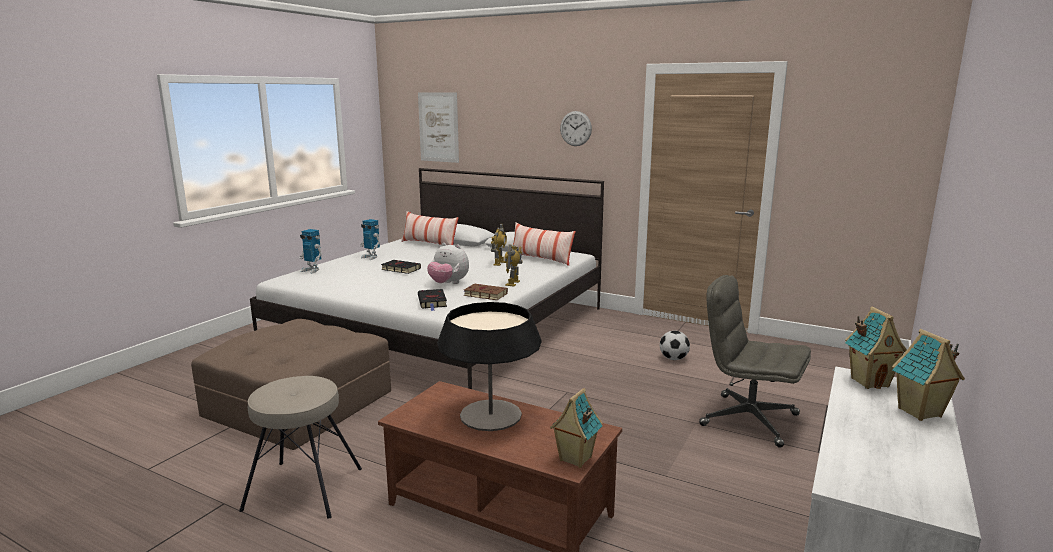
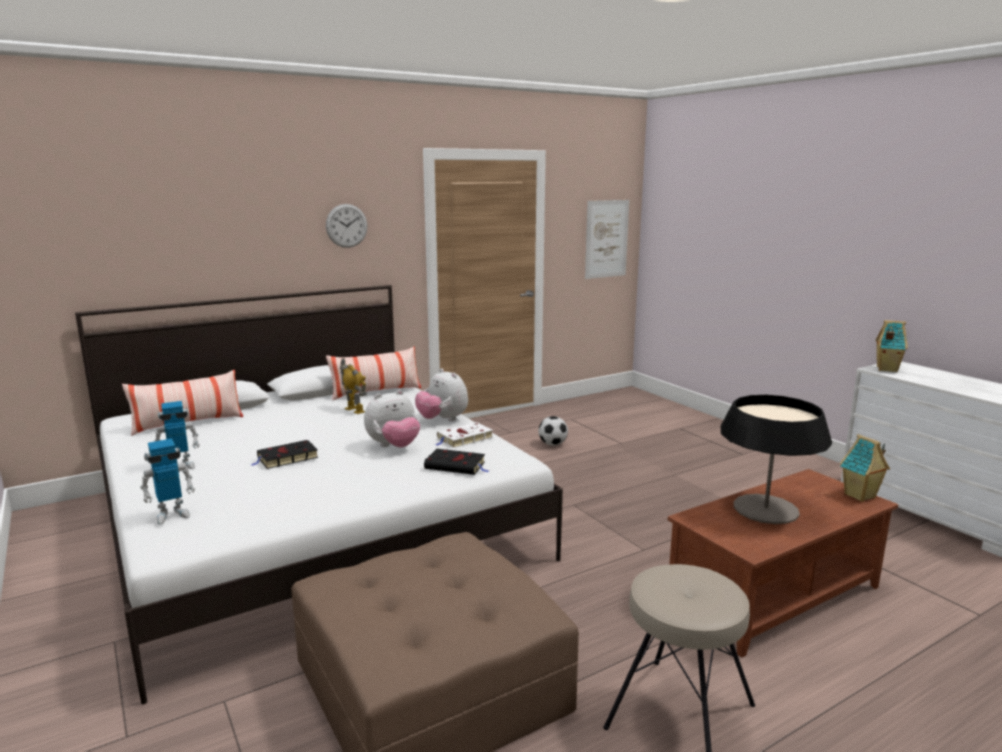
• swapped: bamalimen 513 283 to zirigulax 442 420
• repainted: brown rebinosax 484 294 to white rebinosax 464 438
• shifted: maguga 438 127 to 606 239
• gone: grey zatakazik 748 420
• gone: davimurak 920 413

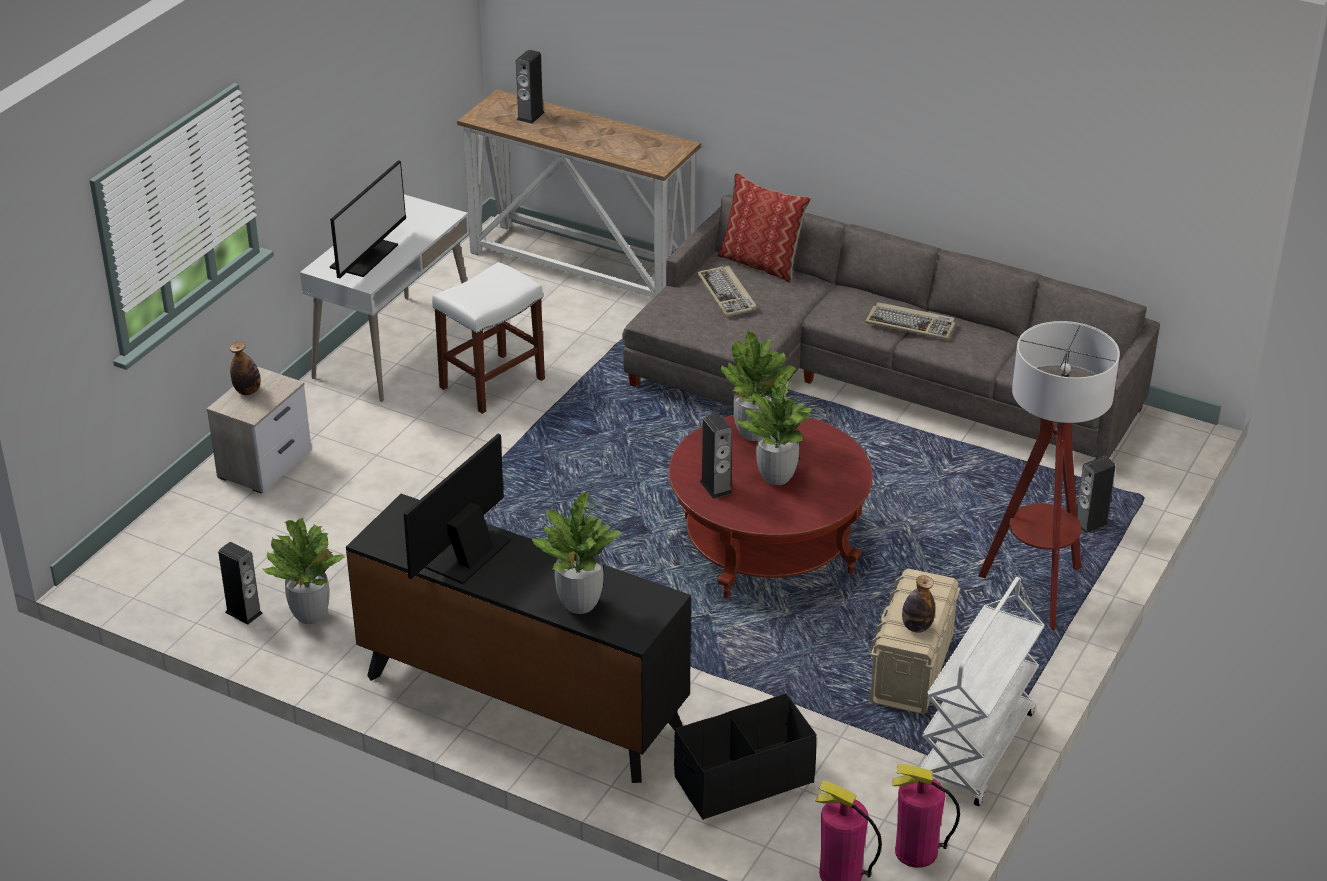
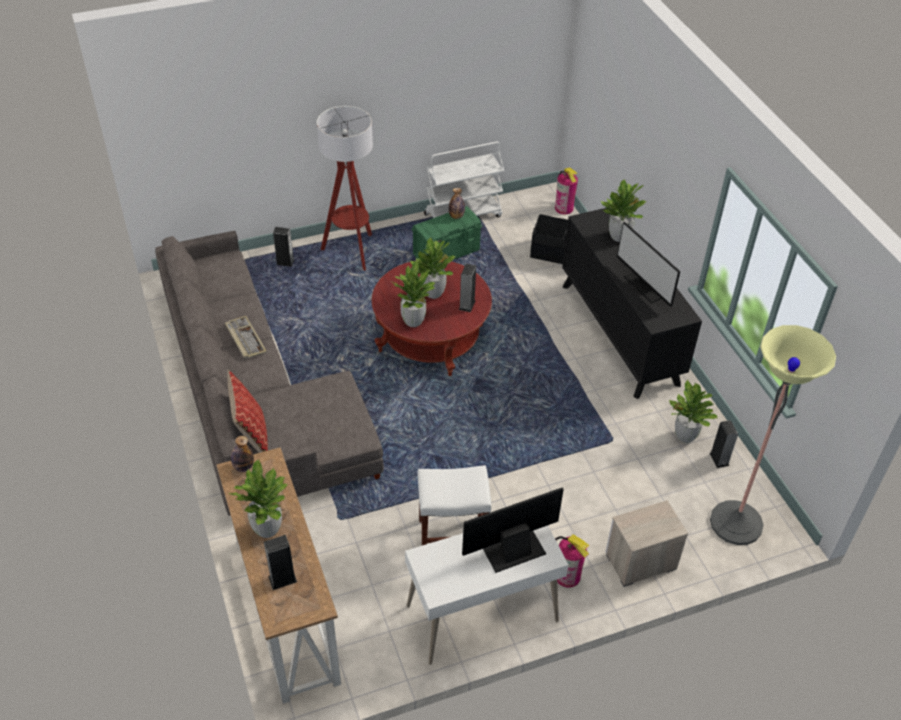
• new: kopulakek 267 529
• shifted: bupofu 247 391 to 243 467
• repainted: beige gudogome 911 670 to green gudogome 446 253
• shifted: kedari 916 852 to 567 576
• rotated: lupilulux 466 553 = 647 285 75 degrees clockwise
• new: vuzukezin 736 523
• gone: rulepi 727 294

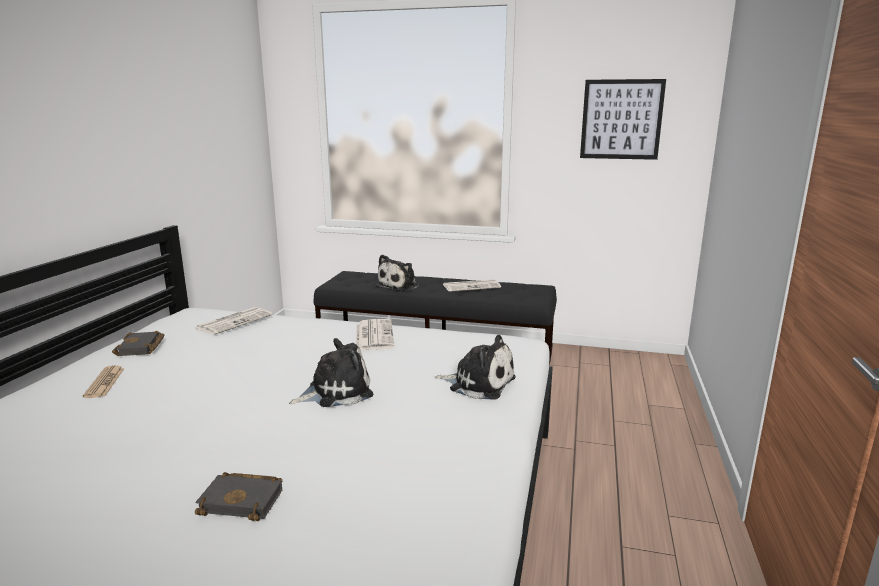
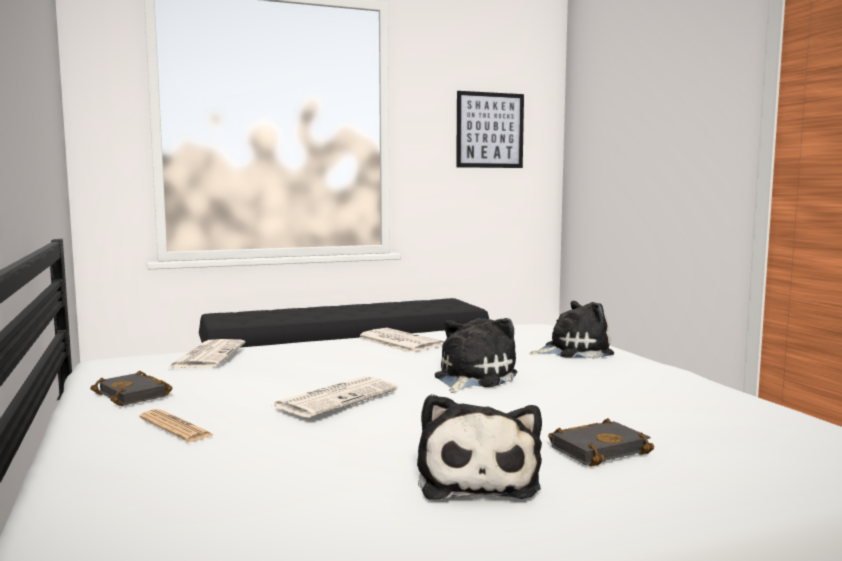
• shifted: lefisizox 472 286 to 337 398
• shifted: zirigulax 400 286 to 477 479

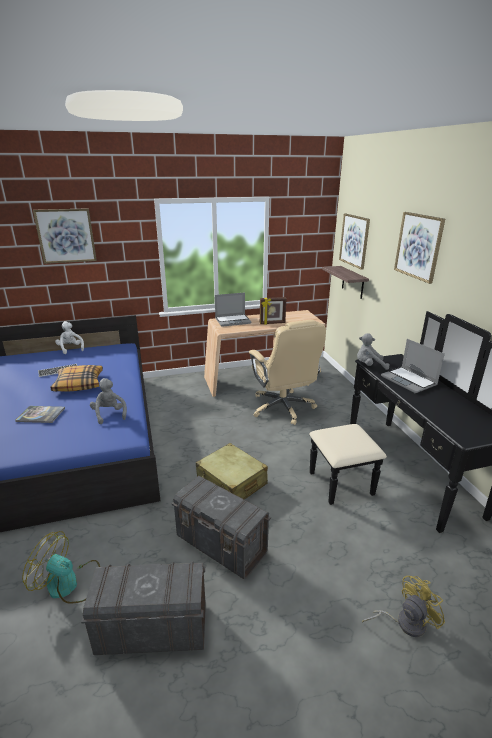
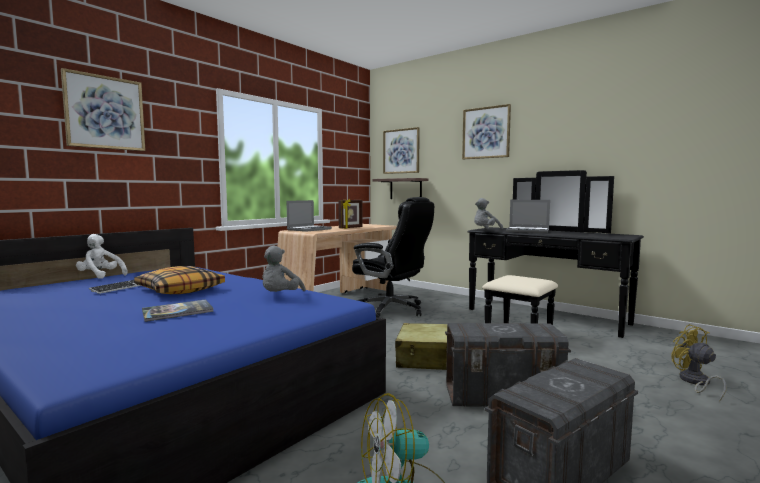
• rotated: grey zirigulax 109 414 = 280 296 105 degrees counterclockwise
• repainted: beige zatakazik 283 408 to black zatakazik 391 310
• rotated: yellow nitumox 404 622 = 695 382 45 degrees counterclockwise

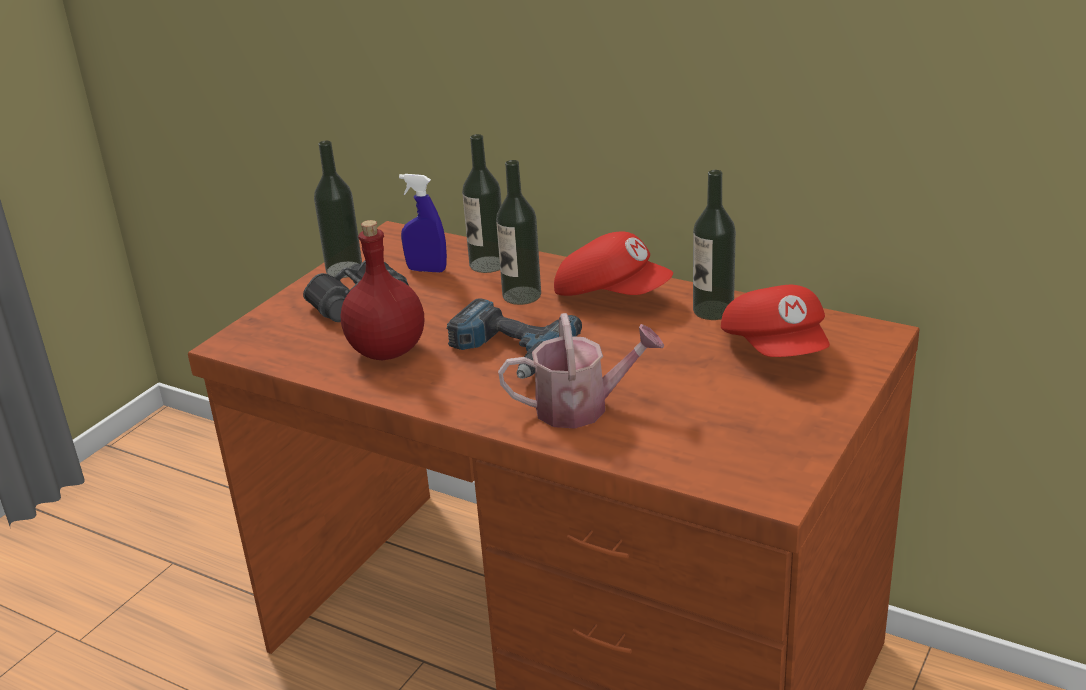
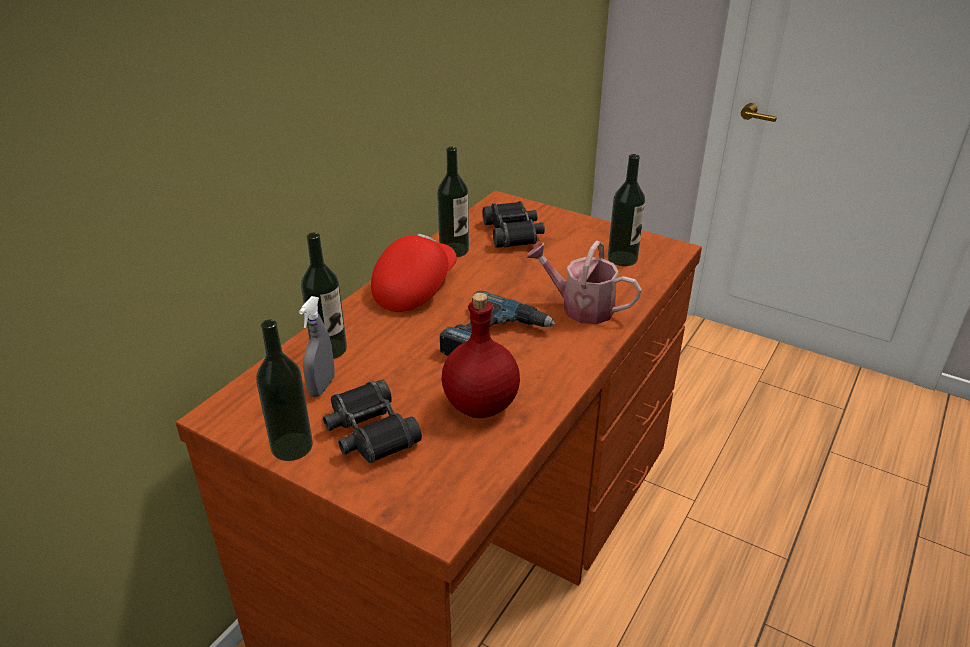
• repainted: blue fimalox 427 270 to grey fimalox 322 386
• swapped: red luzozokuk 777 349 to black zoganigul 513 233
• rotated: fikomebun 582 407 = 580 307 60 degrees counterclockwise
• shifted: bupofu 521 295 to 622 258

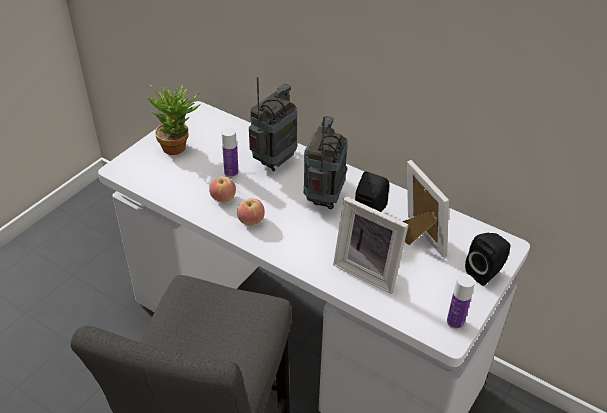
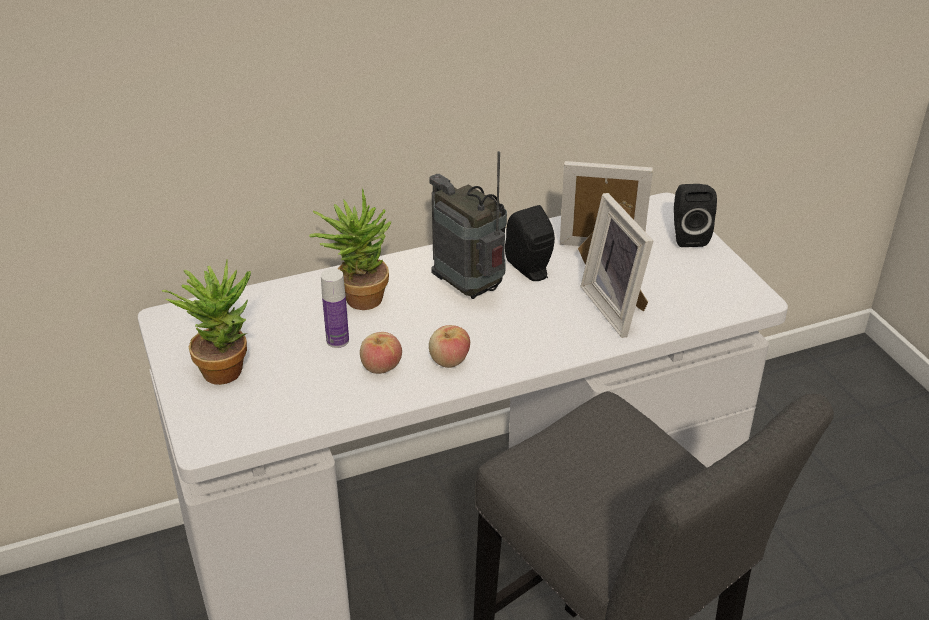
• swapped: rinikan 274 162 to kopulakek 357 297
• rotated: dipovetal 368 270 = 618 307 90 degrees clockwise
• gone: bupofu 455 322

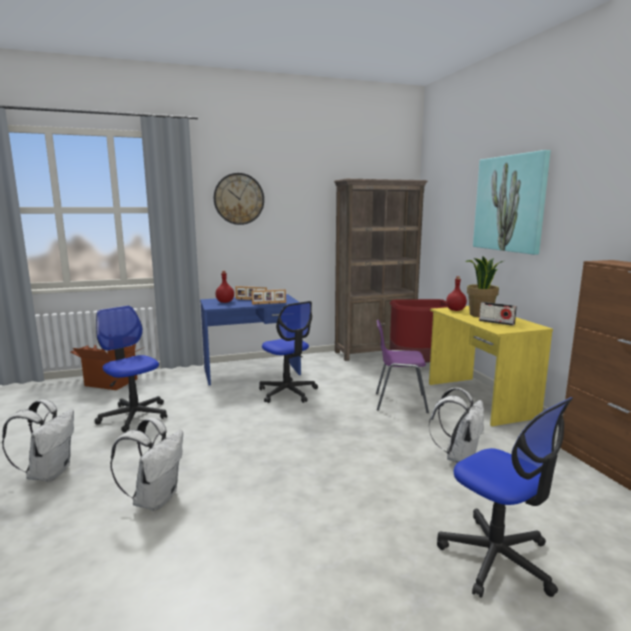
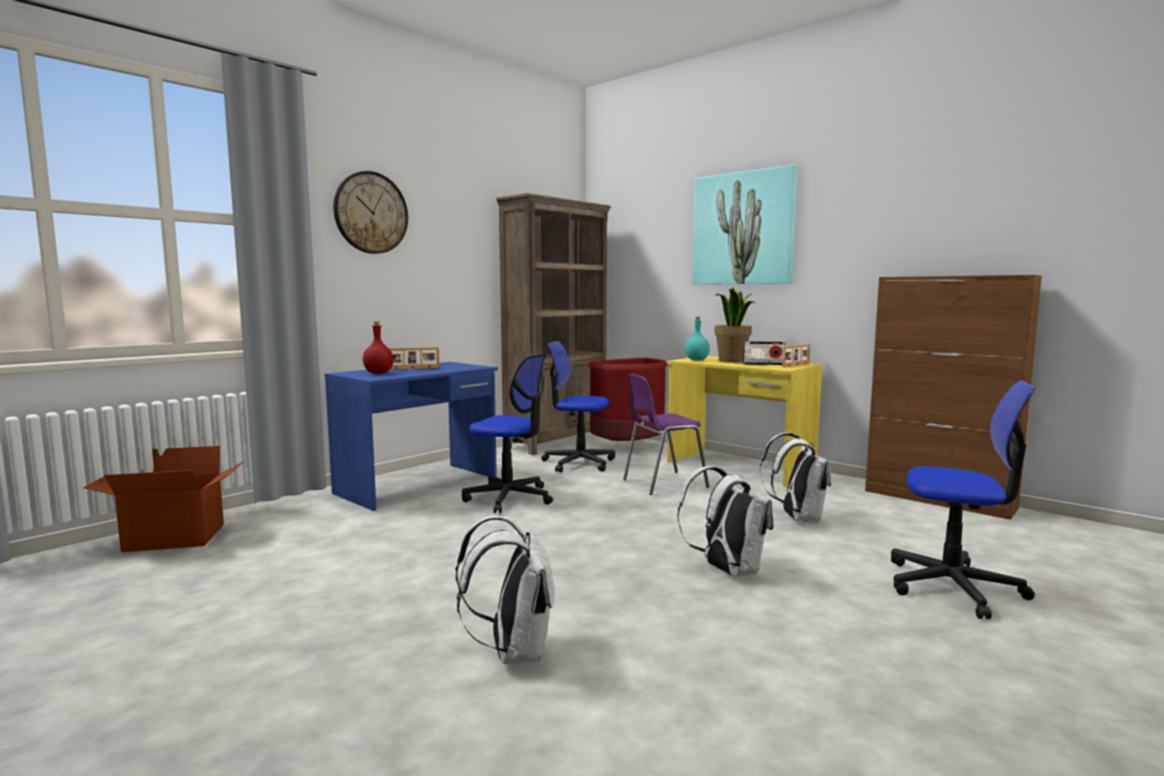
• shifted: zatakazik 134 416 to 578 463
• shifted: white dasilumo 49 473 to 726 570
• repainted: red bupofu 455 310 to turquoise bupofu 697 360
• shifted: dipovetal 269 303 to 796 365

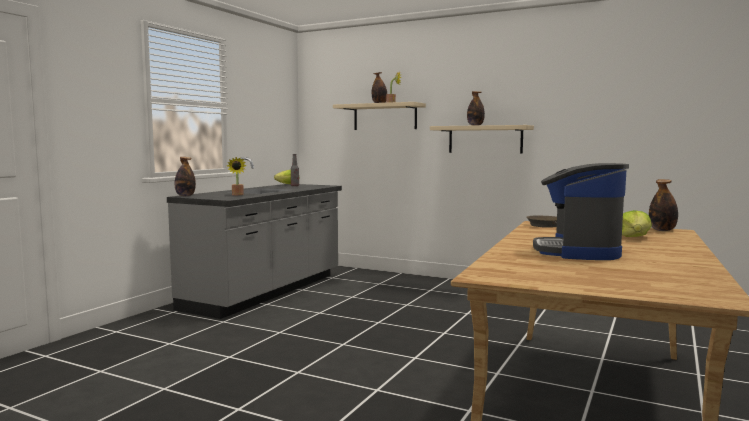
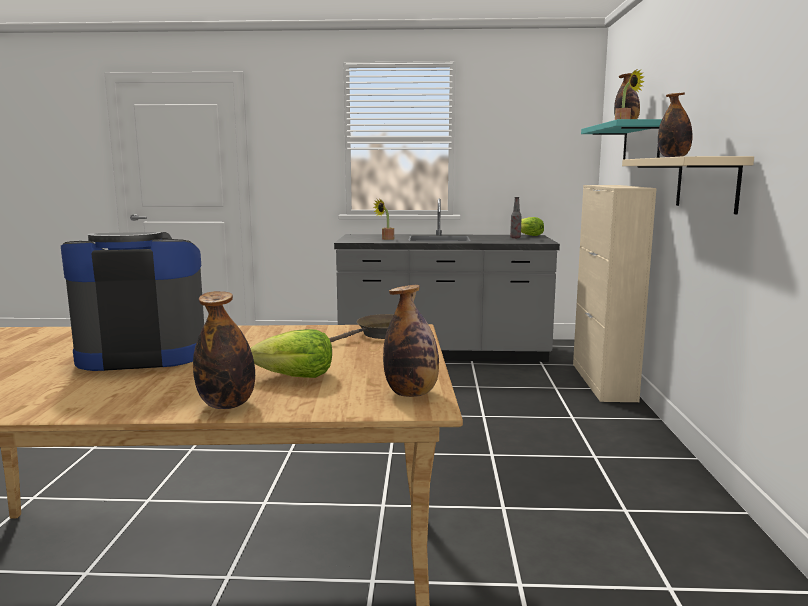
• shifted: bupofu 185 196 to 227 405
• new: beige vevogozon 603 382
• repainted: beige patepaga 385 117 to turquoise patepaga 641 144

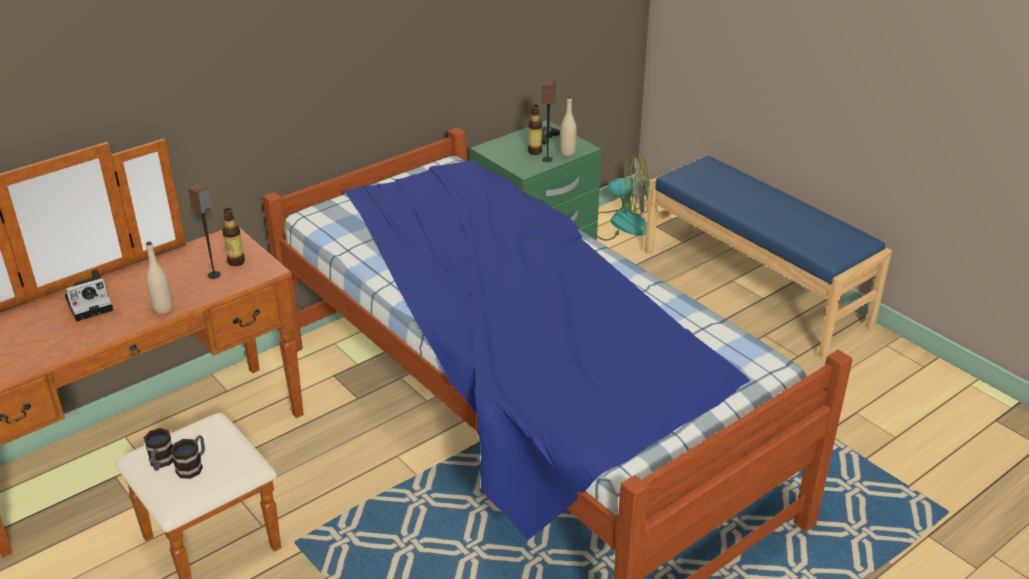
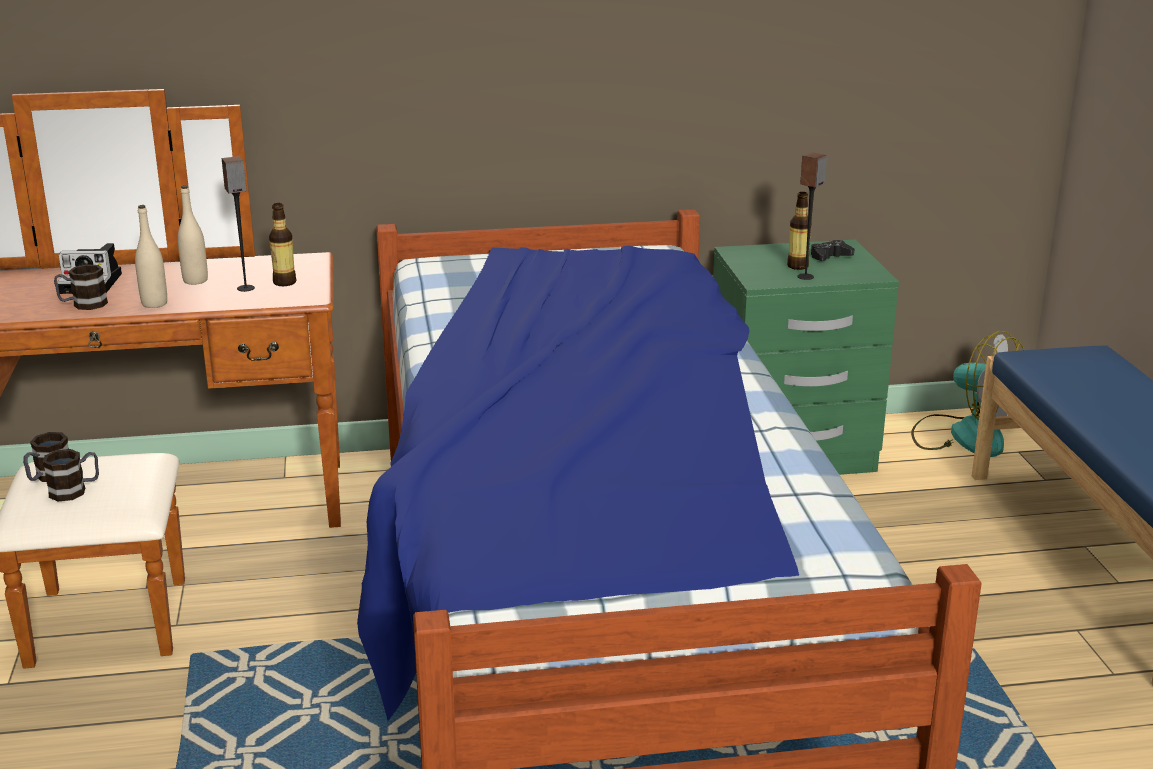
• new: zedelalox 83 304
• shifted: beige bupofu 567 153 to 195 281

